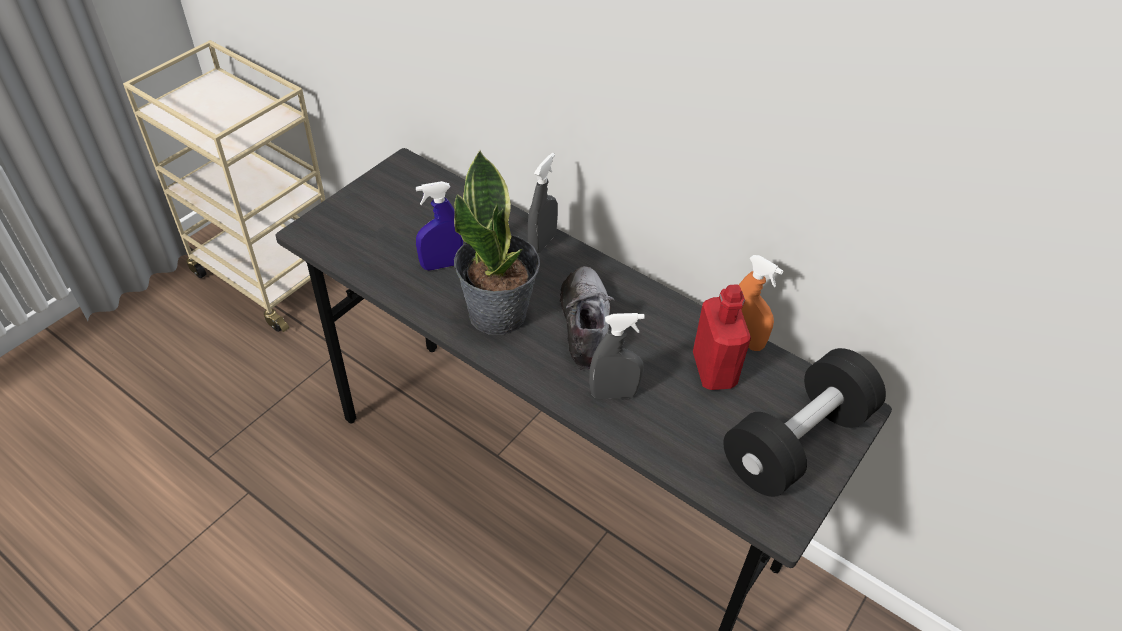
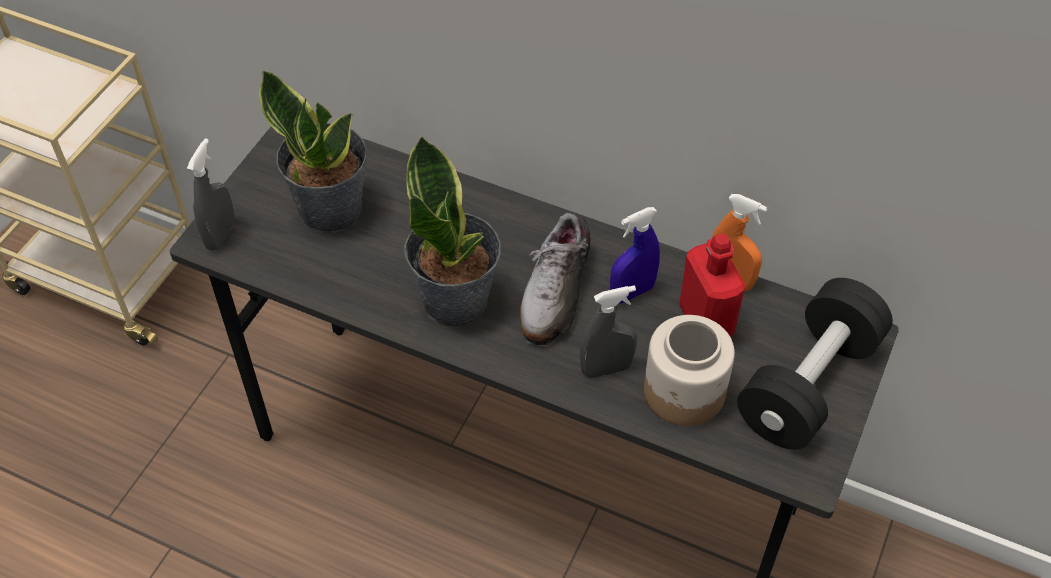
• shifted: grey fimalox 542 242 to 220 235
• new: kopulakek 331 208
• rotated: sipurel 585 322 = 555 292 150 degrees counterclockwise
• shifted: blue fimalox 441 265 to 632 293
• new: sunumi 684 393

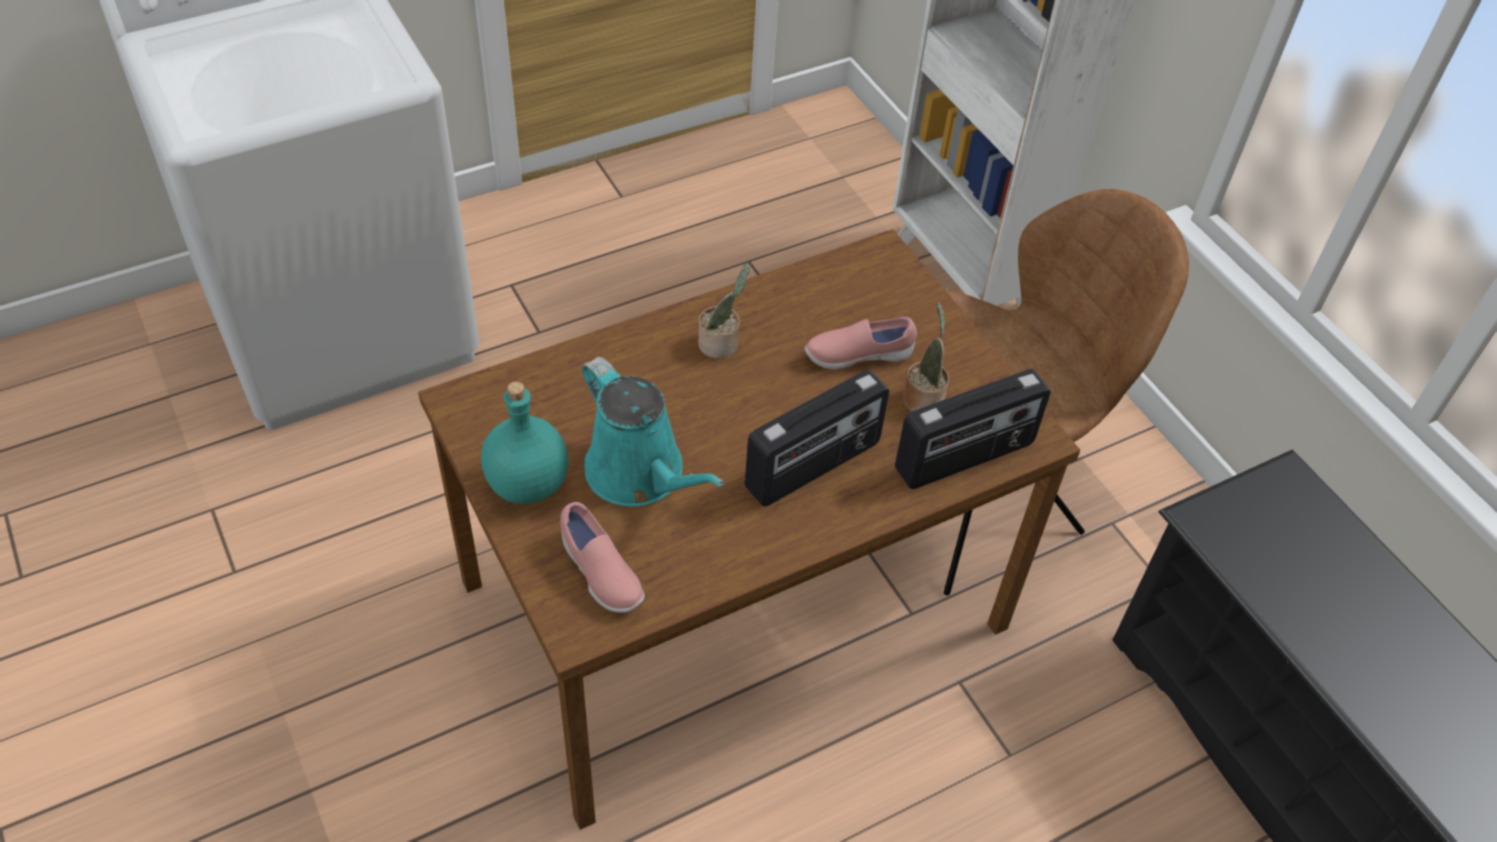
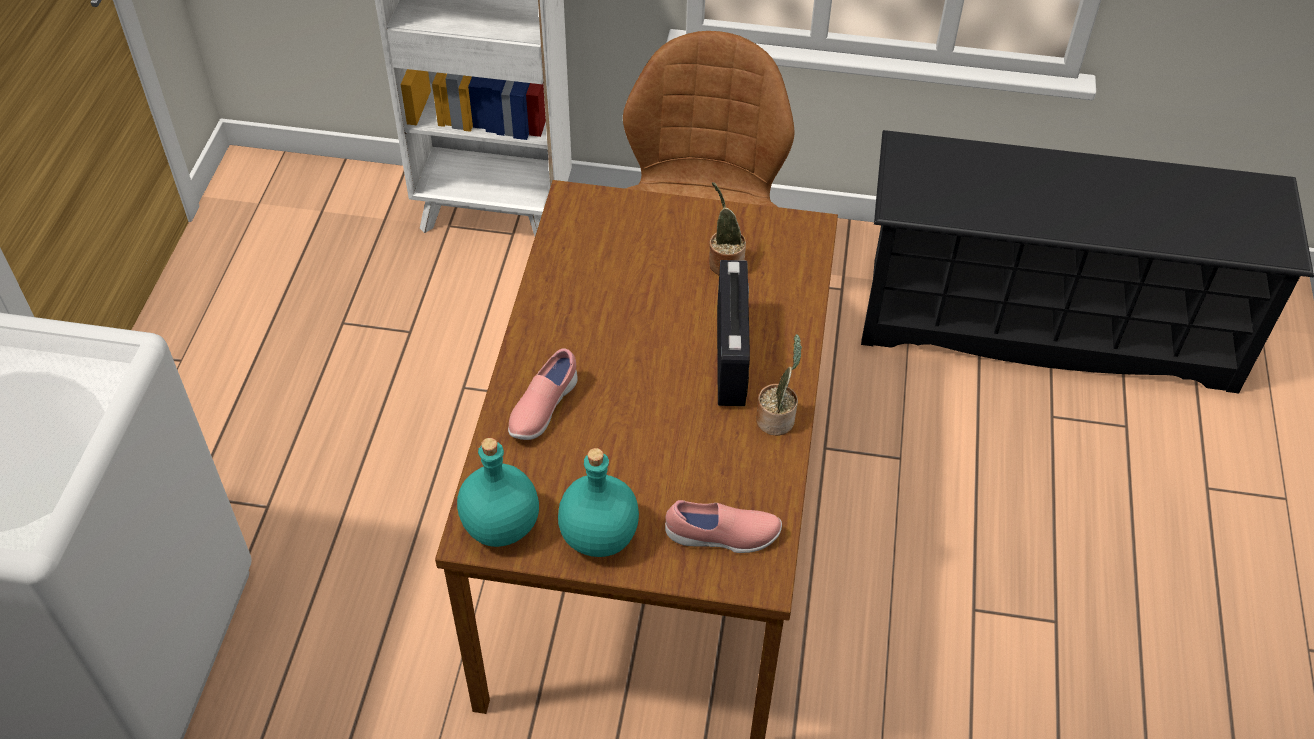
• new: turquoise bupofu 499 526
• shifted: pink sipurel 857 355 to 542 408
• shifted: kopulakek 721 344 to 777 418
• gone: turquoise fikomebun 640 474
• gone: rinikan 965 458

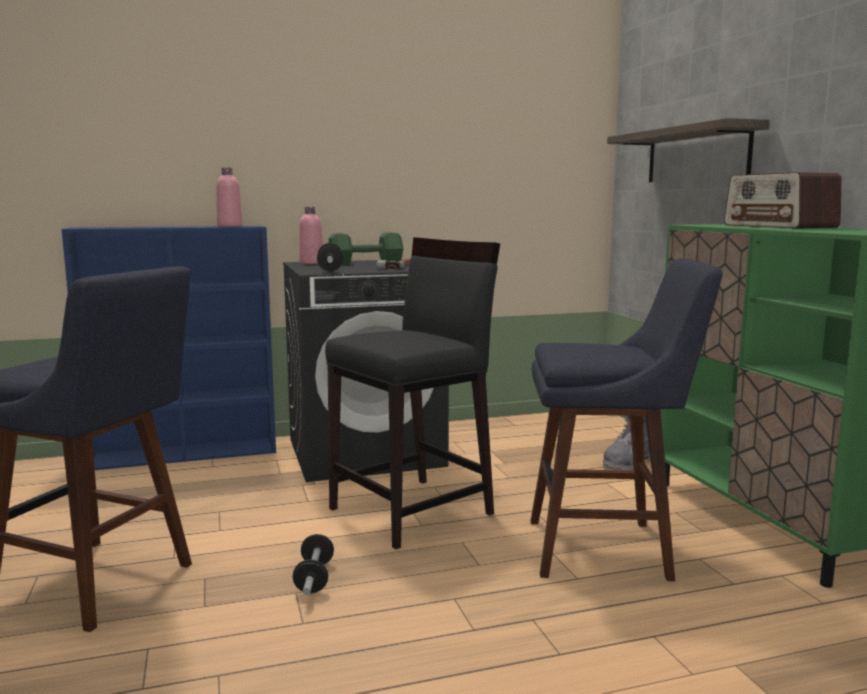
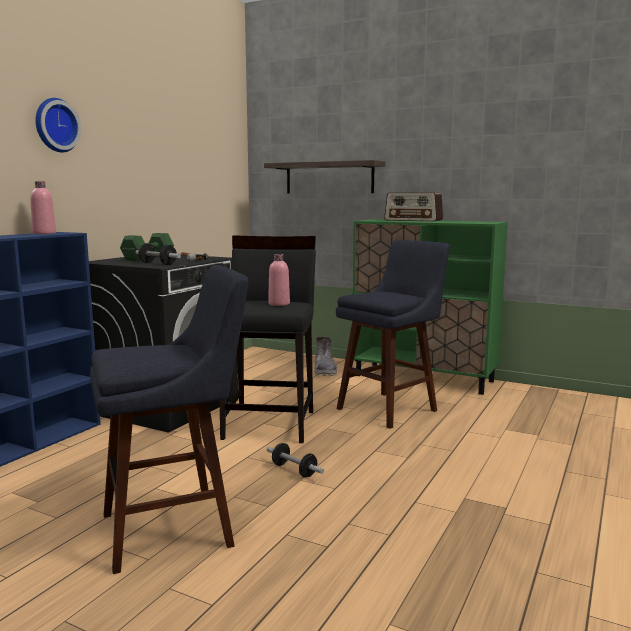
• new: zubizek 55 125
• shifted: pink bupofu 311 263 to 279 304

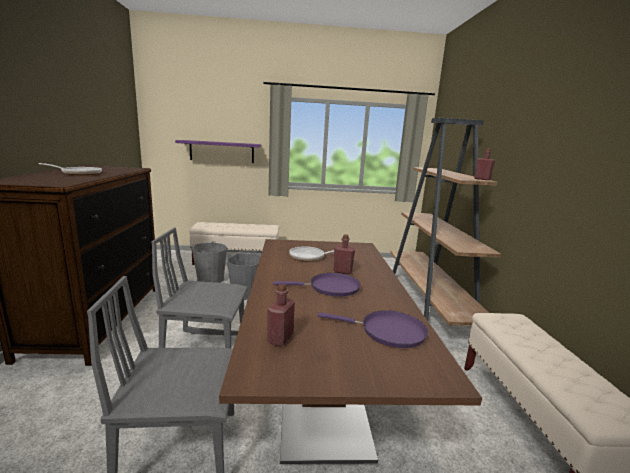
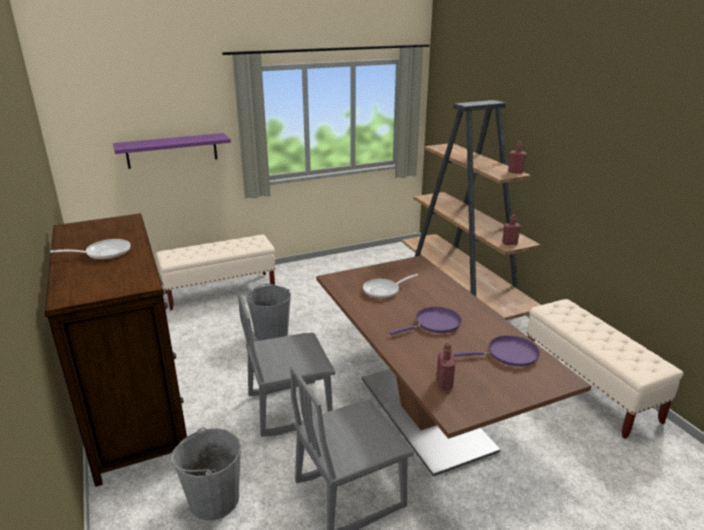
• shifted: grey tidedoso 210 279 to 213 499
• shifted: red bupofu 342 271 to 509 243

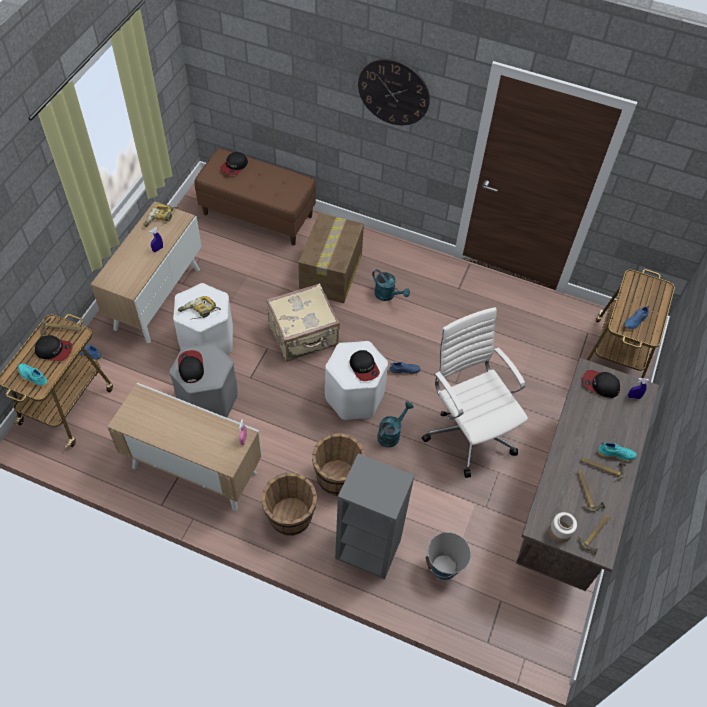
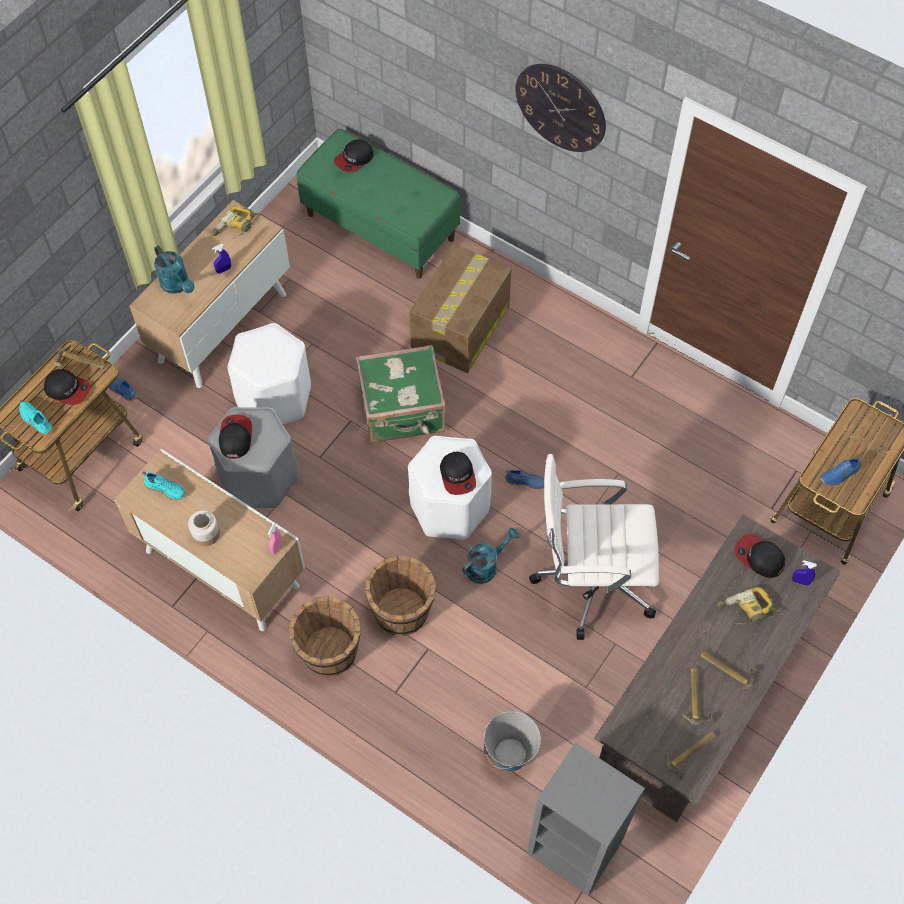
• shifted: turquoise sipurel 615 453 to 166 488
• shifted: turquoise fikomebun 387 295 to 177 285
• shifted: sunumi 560 531 to 206 534
• repainted: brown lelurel 258 215 to green lelurel 381 226
• repainted: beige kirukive 304 336 to green kirukive 403 411
• shifted: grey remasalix 367 549 to 572 848
• rotated: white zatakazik 468 430 = 591 580 75 degrees counterclockwise
• shifted: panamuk 199 311 to 747 611

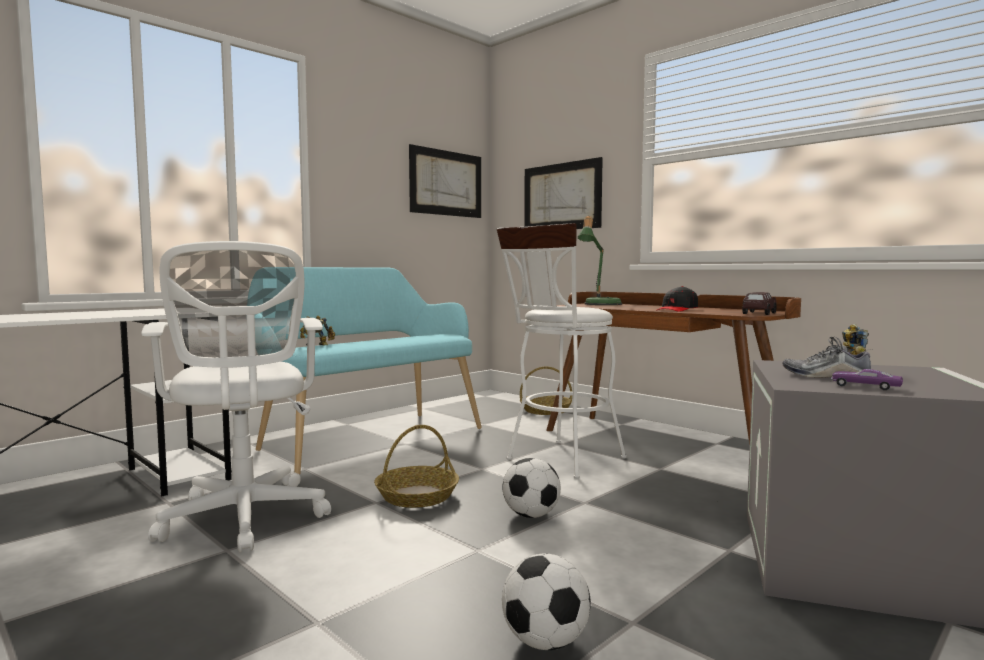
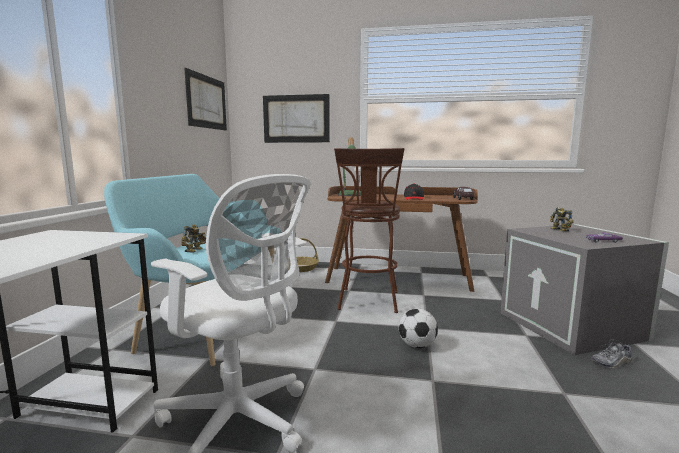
• repainted: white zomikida 560 460 to brown zomikida 368 302
• shifted: sipurel 826 376 to 611 362
• gone: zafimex 417 496
• gone: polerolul 545 642

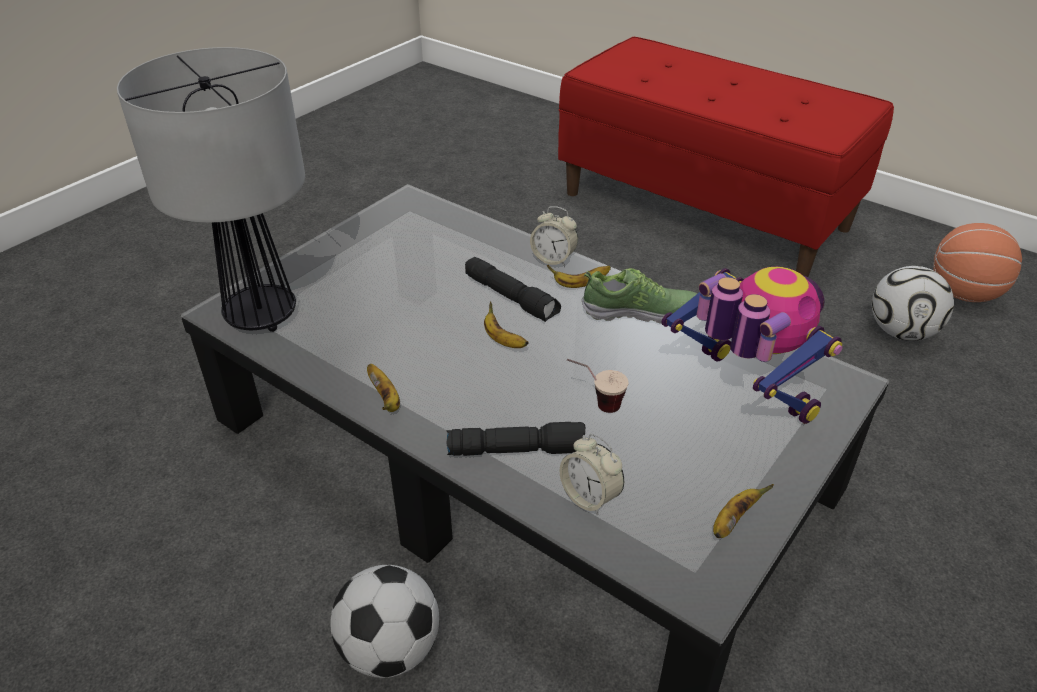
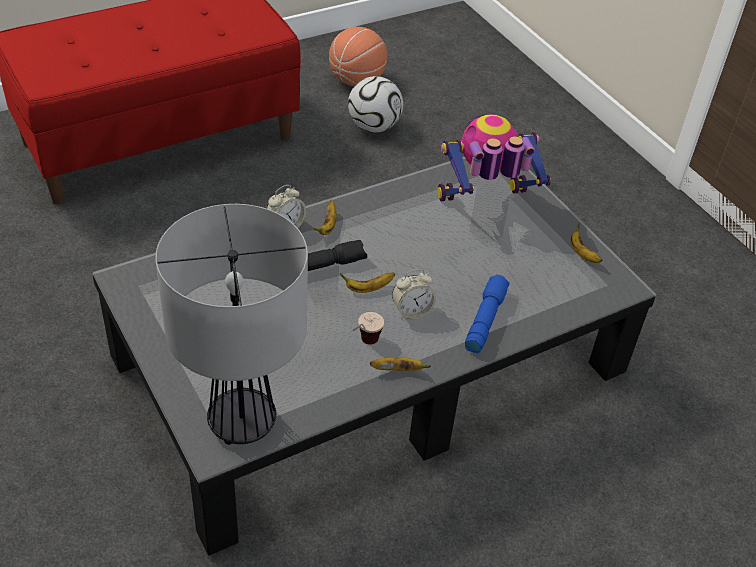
• shifted: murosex 595 404 to 364 345
• shifted: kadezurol 590 497 to 411 311
• repainted: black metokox 518 449 to blue metokox 484 319
• gone: polerolul 389 650
• gone: sipurel 639 312

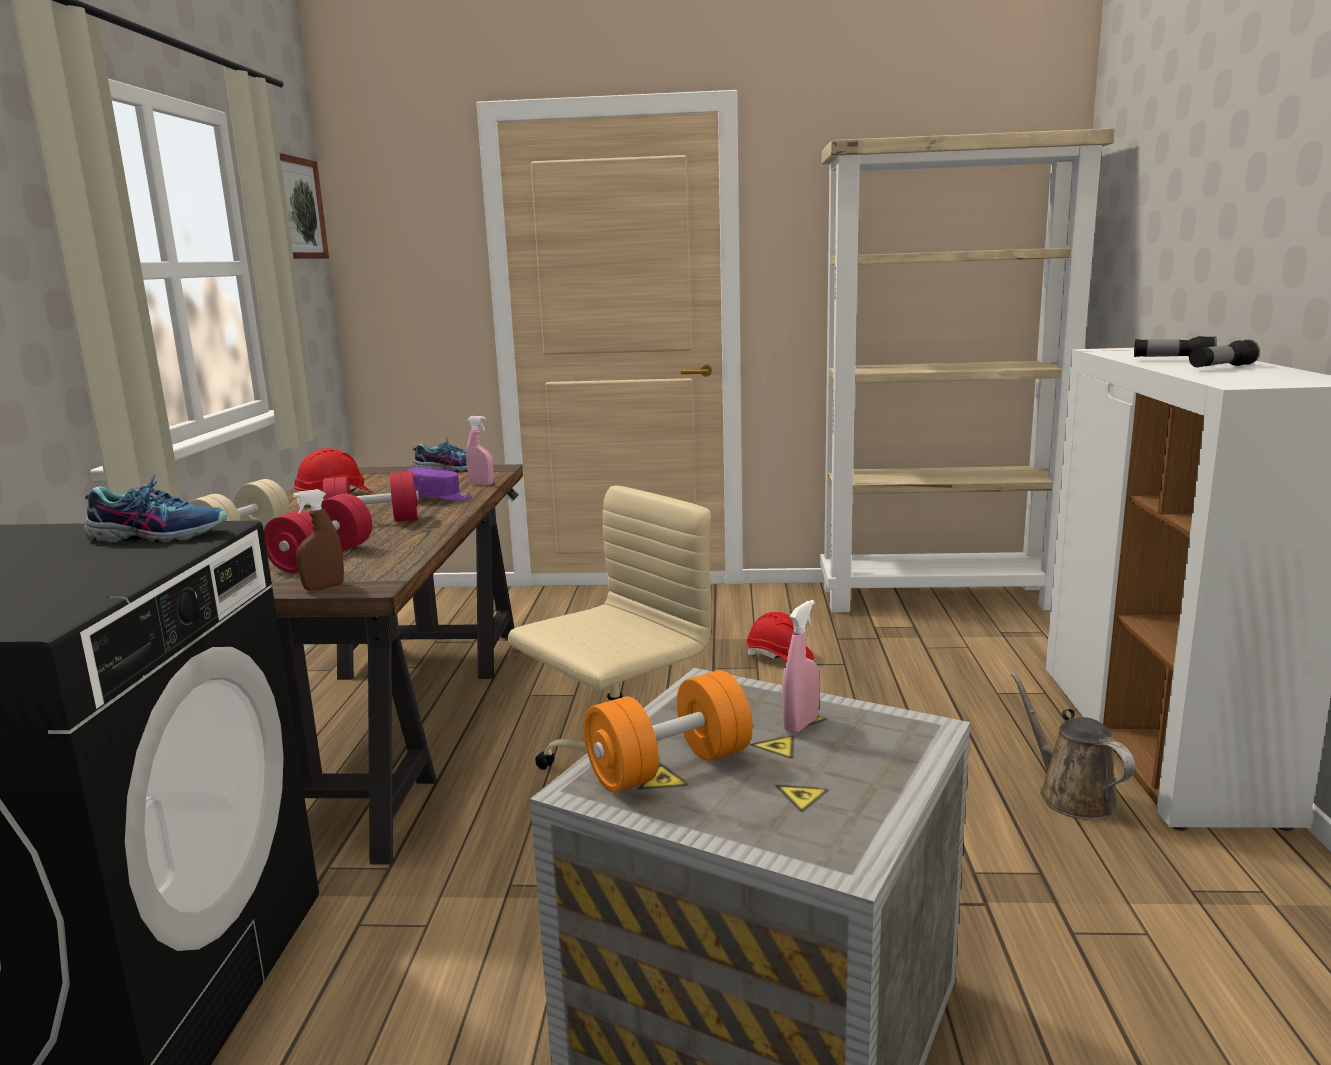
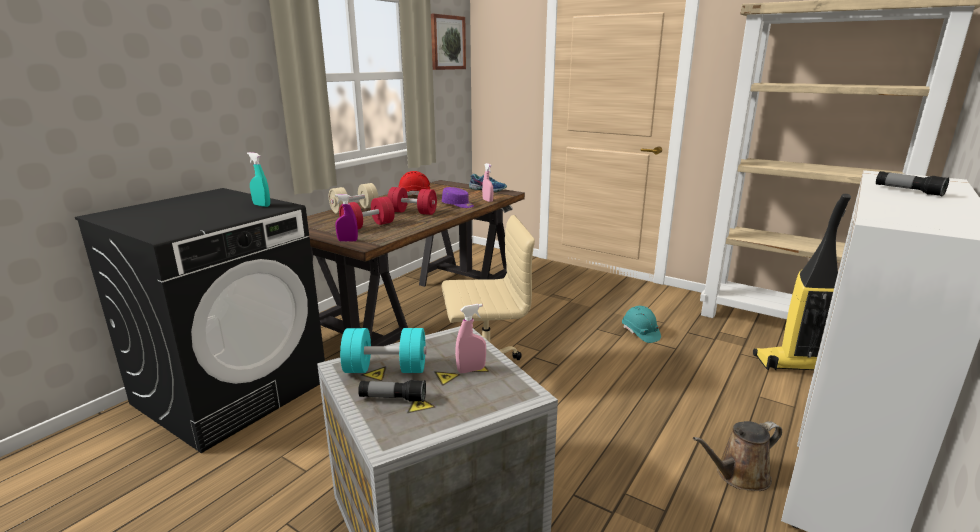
• swapped: sipurel 158 535 to turquoise fimalox 261 205
• repainted: brown fimalox 324 587 to purple fimalox 347 241
• repainted: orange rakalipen 669 767 to turquoise rakalipen 386 369
• shifted: metokox 1221 367 to 393 398
• repainted: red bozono 779 657 to turquoise bozono 640 333
• rotated: brown fikomebun 1071 795 = 738 475 120 degrees counterclockwise
• new: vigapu 792 364

